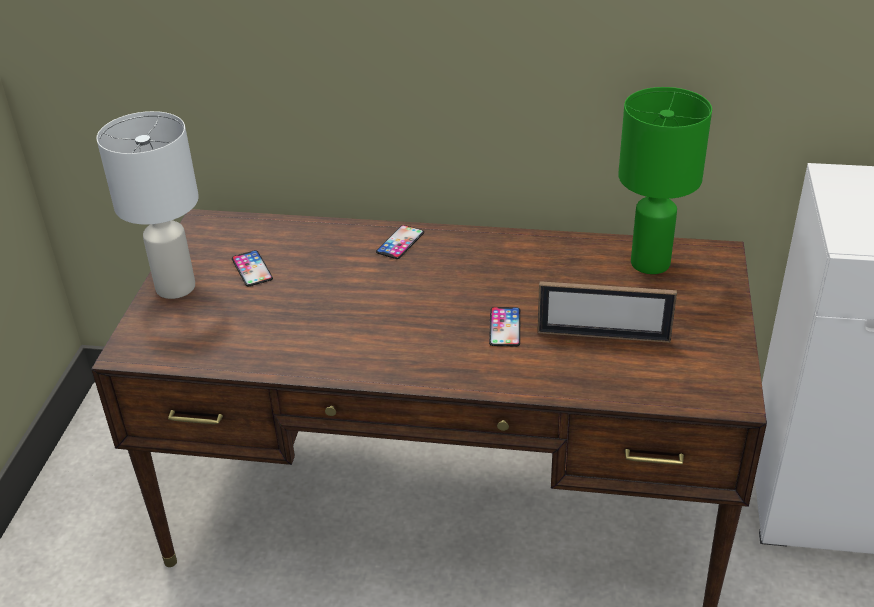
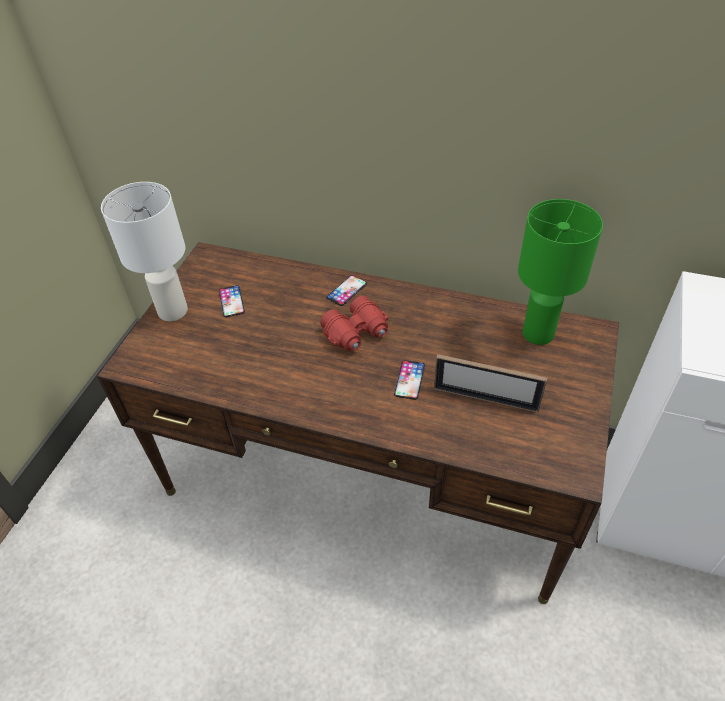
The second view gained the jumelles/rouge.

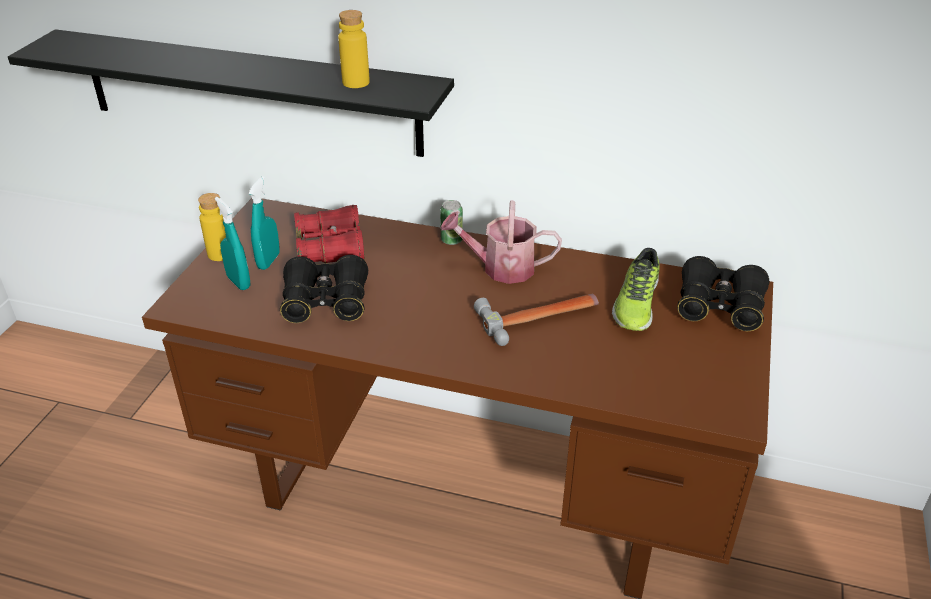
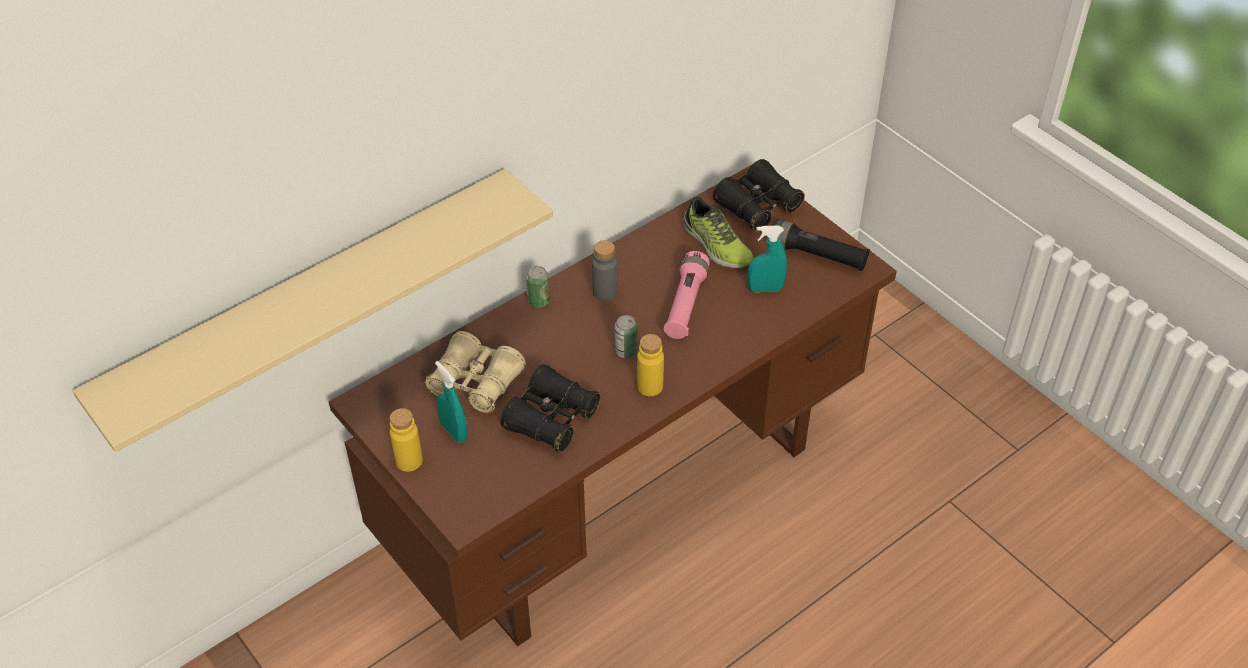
What was the étagère/noir turned into the étagère/beige.
What was the jumelles/rouge turned into the jumelles/beige.
Where the arrosoir stood, the bouteille/gris came to stand.
The second view gained the boîte métallique (2nd from left).
The bouteille/jaune (2nd from left) ended up elsewhere.
Where the marteau stood, the lampe de poche/rose came to stand.
The vaporisateur/turquoise (1st from left in the first image) ended up elsewhere.
The second view gained the lampe de poche/noir.

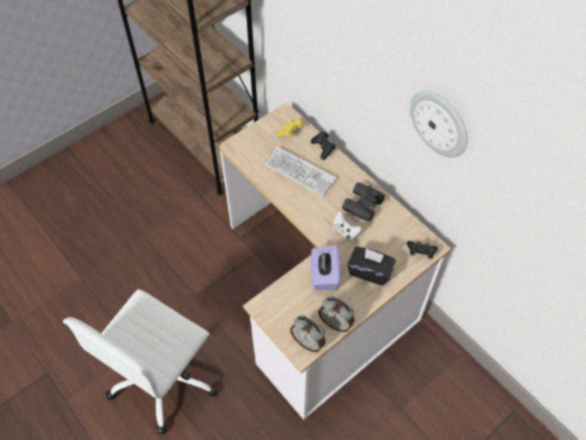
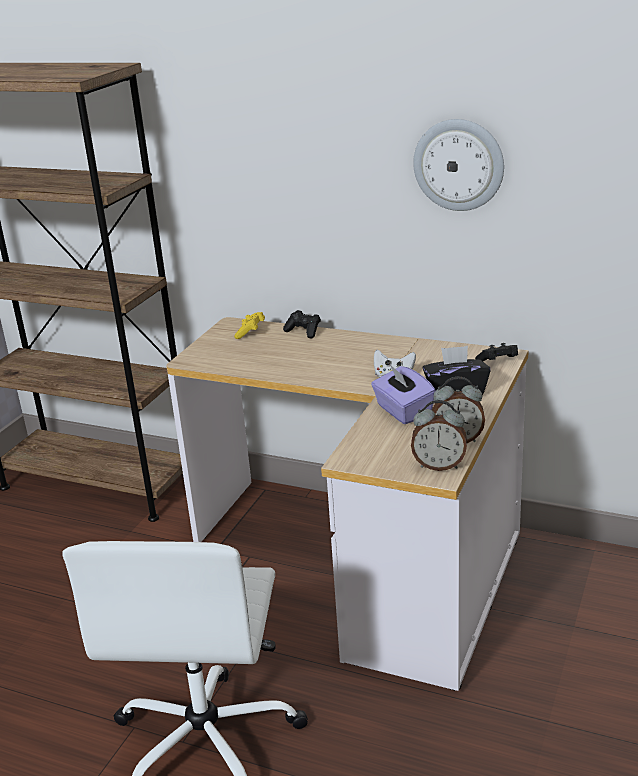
The second view lost the clavier.
The second view lost the jumelles/noir.

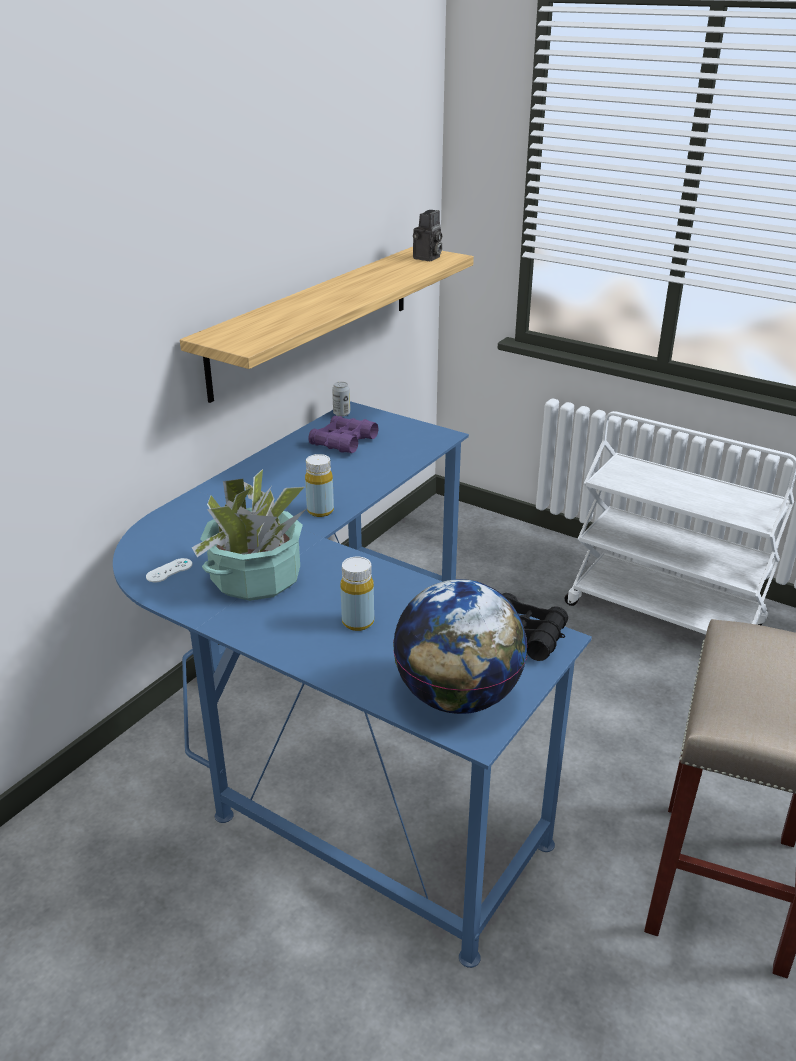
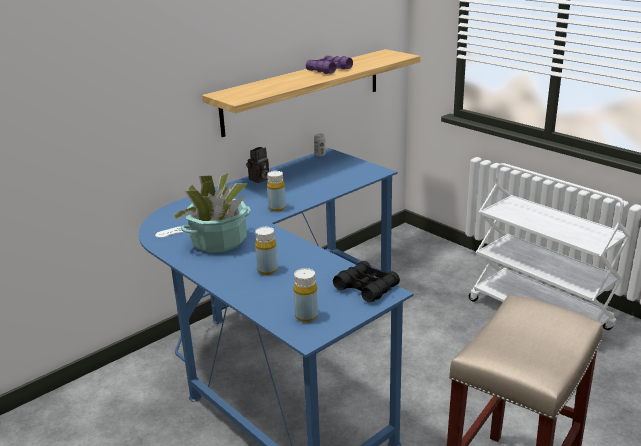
The appareil photo ended up elsewhere.
Where the globe stood, the bouteille/jaune (3rd from left) came to stand.
The jumelles/violet ended up elsewhere.

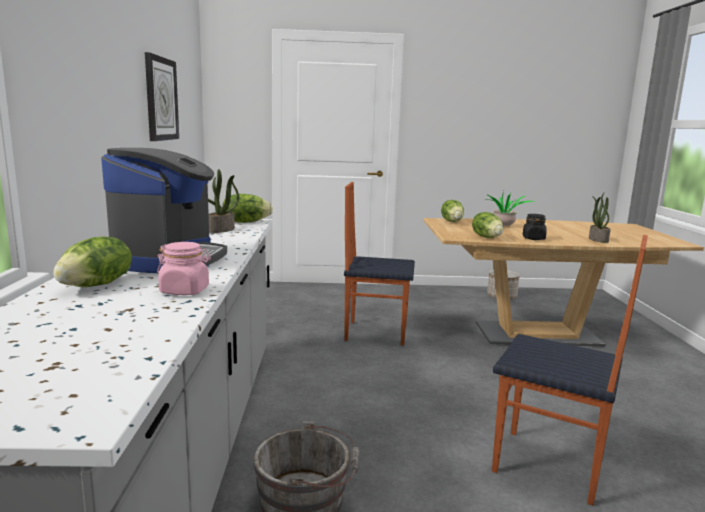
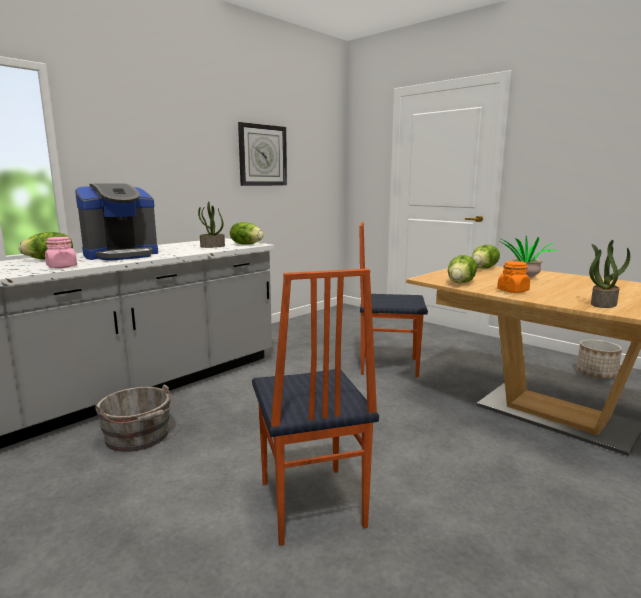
The chaise (1st from left in the first image) ended up facing another way, 45 degrees counterclockwise from before.
What was the bocal/noir turned into the bocal/orange.

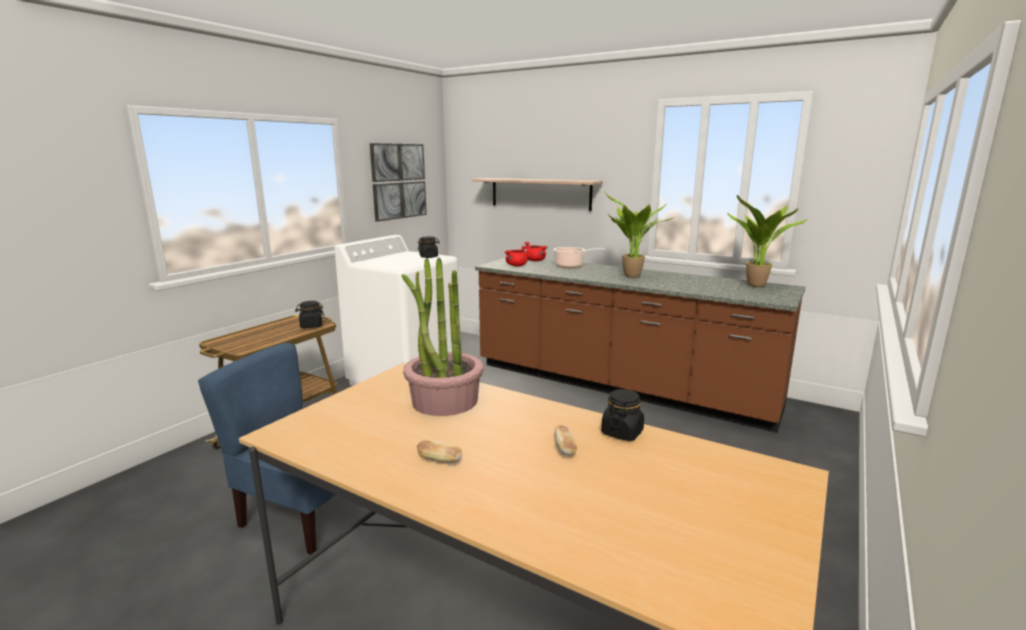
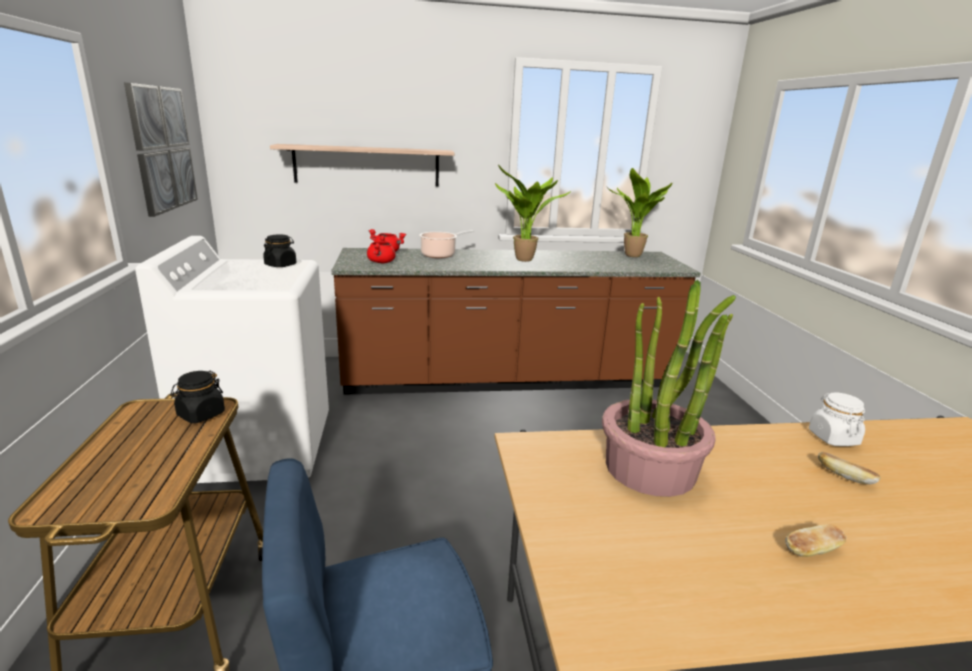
What was the bocal/noir (3rd from left) turned into the bocal/blanc.

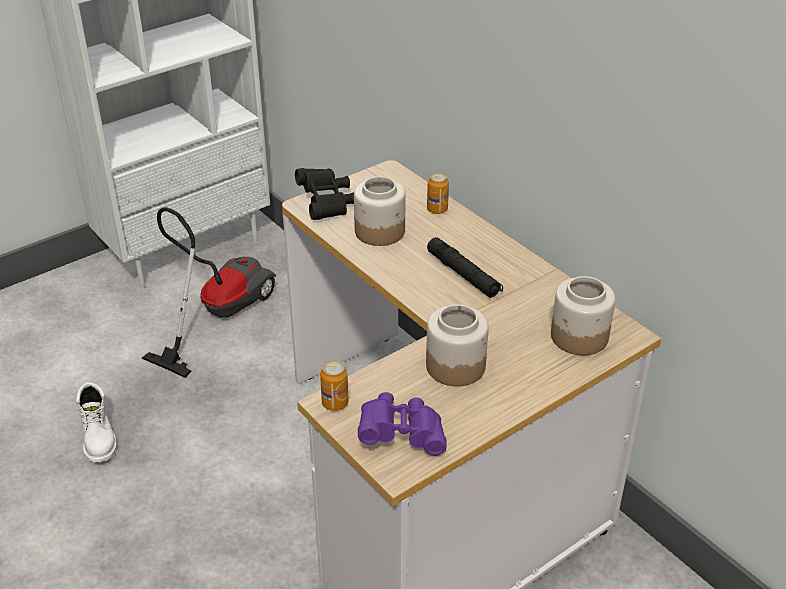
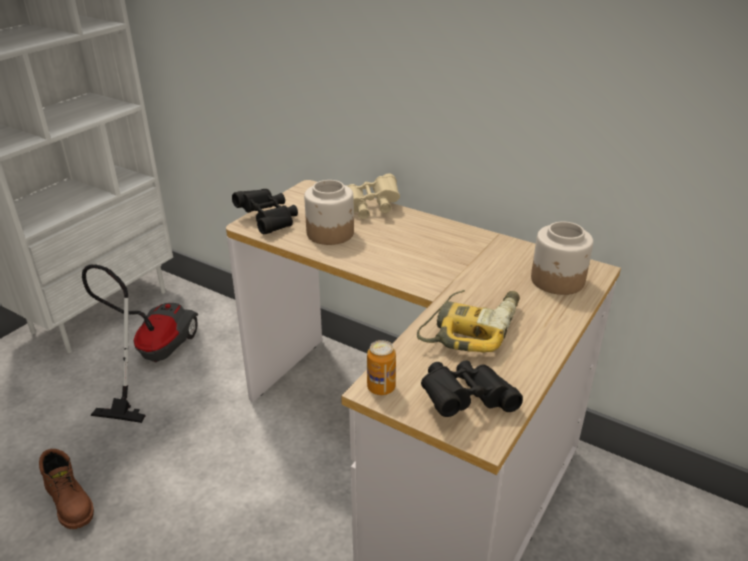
What was the botte/blanc turned into the botte/marron.
Where the boîte métallique (2nd from left) stood, the jumelles/beige came to stand.
Where the bocal (2nd from left) stood, the perceuse came to stand.
What was the jumelles/violet turned into the jumelles/noir (2nd from left).
The second view lost the lampe de poche/noir.

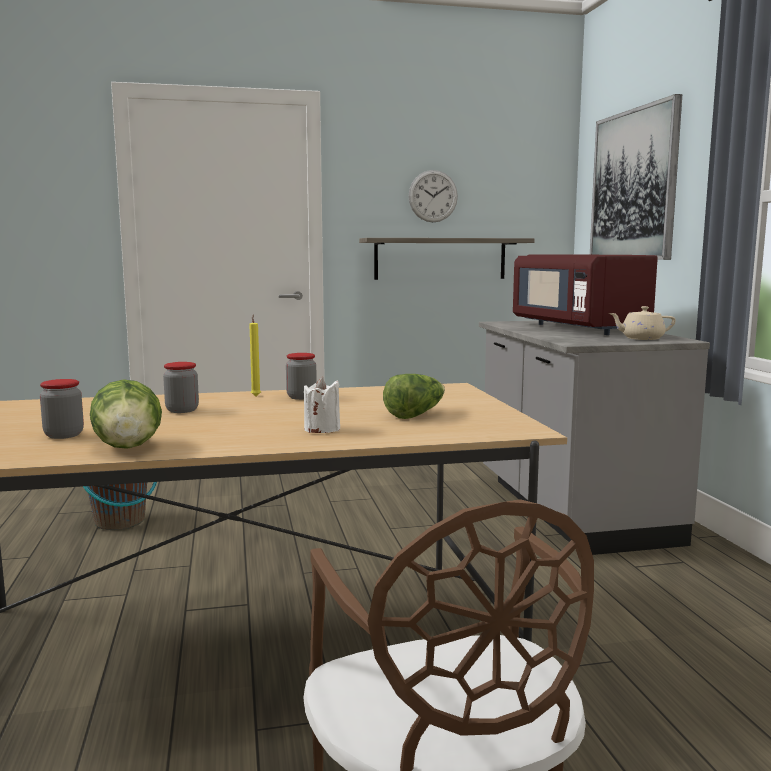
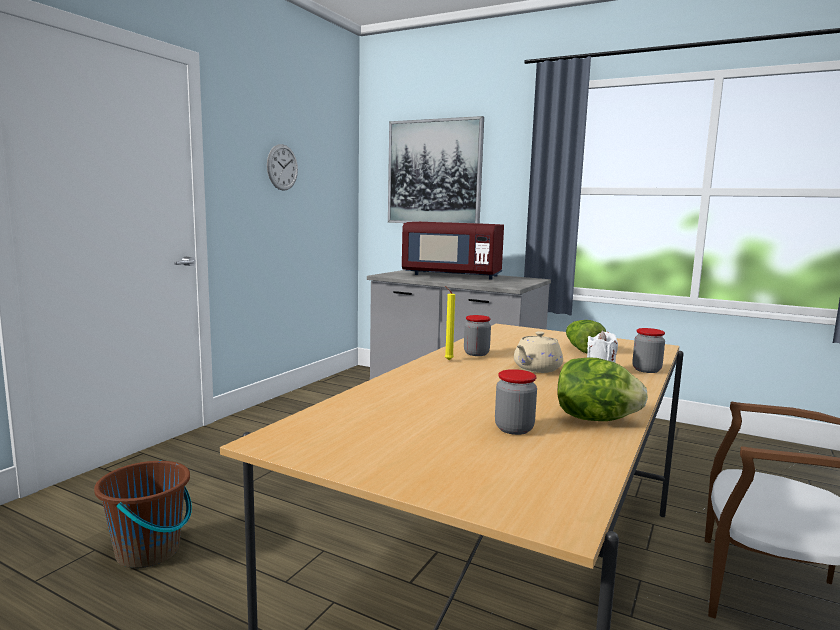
The théière/beige ended up elsewhere.
The bocal (2nd from left in the first image) ended up elsewhere.
The second view lost the étagère.

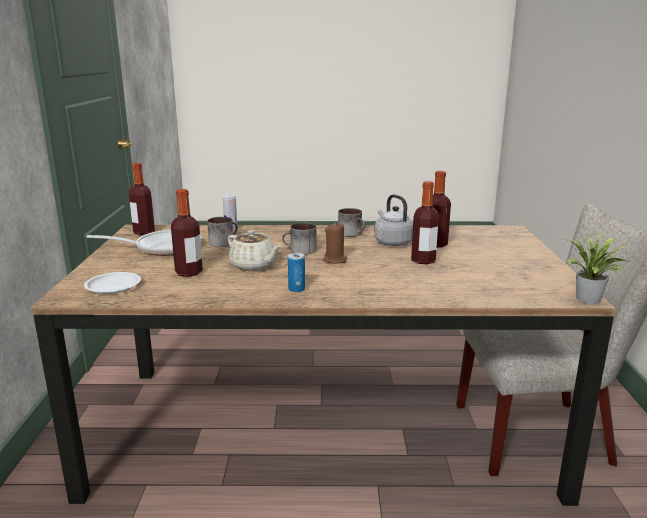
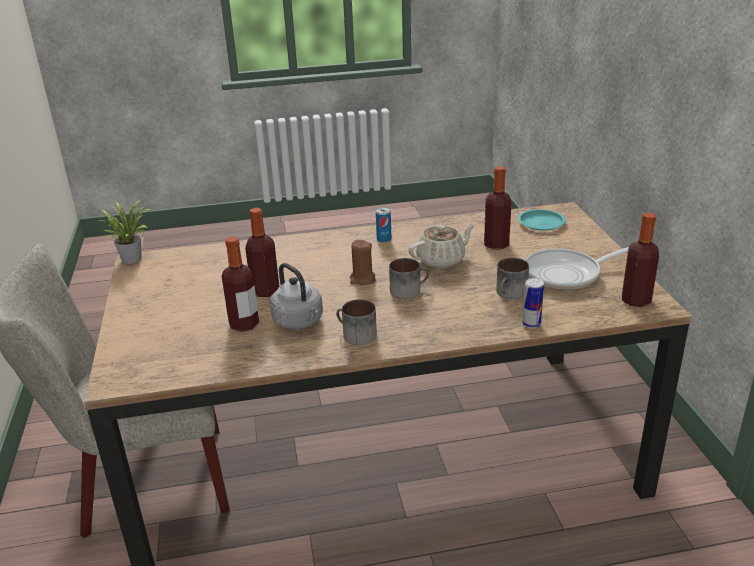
The théière/beige ended up facing another way, 120 degrees clockwise from before.
What was the assiette/blanc turned into the assiette/turquoise.

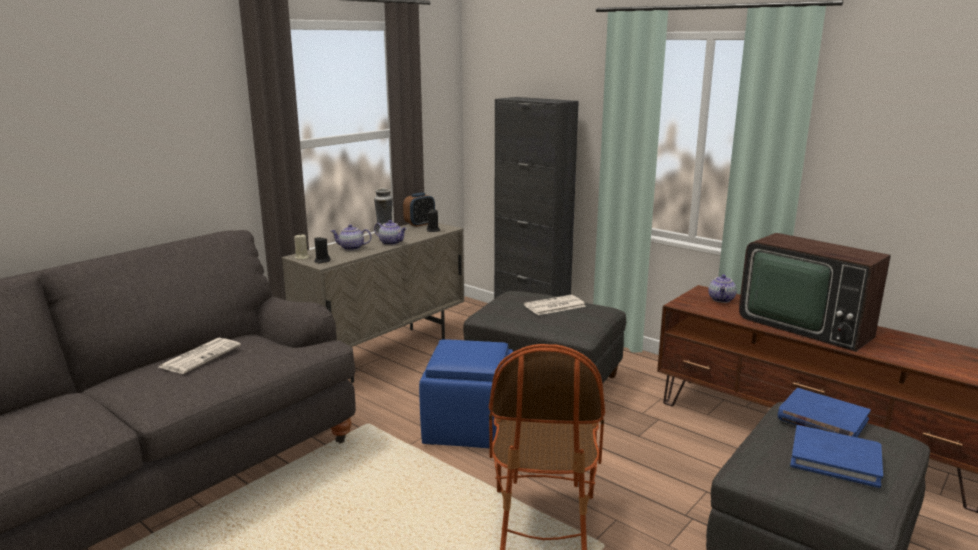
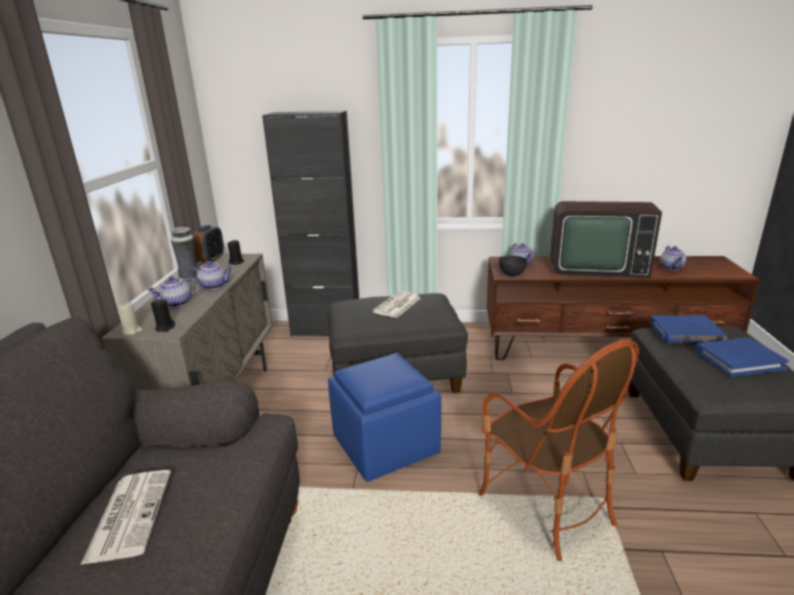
The second view gained the bol/gris.
The second view gained the théière (4th from left).

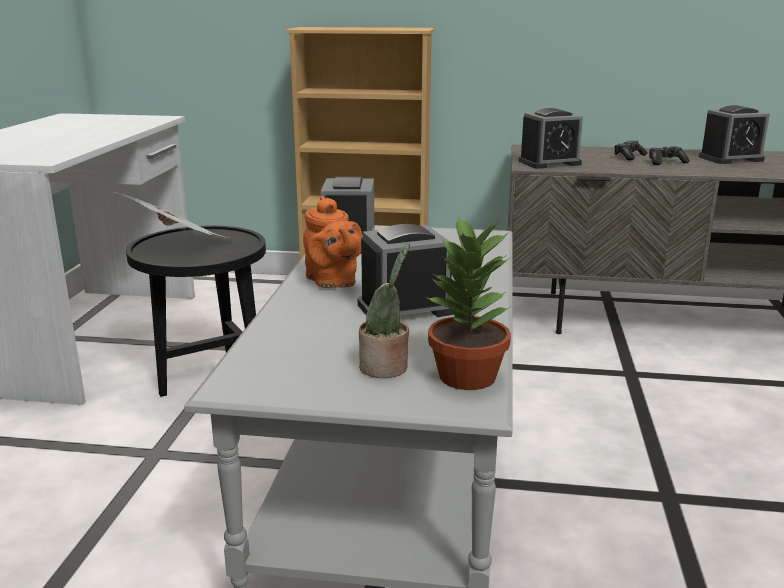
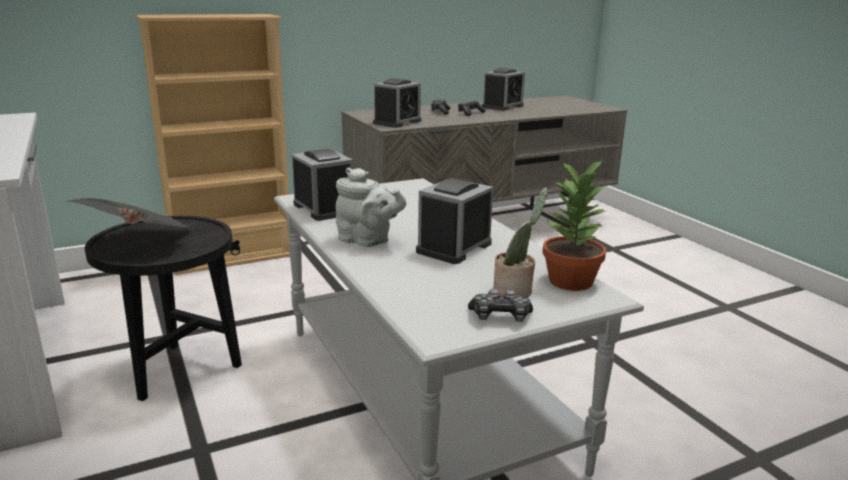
What was the théière/orange turned into the théière/gris.
The second view gained the manette (3rd from left).

